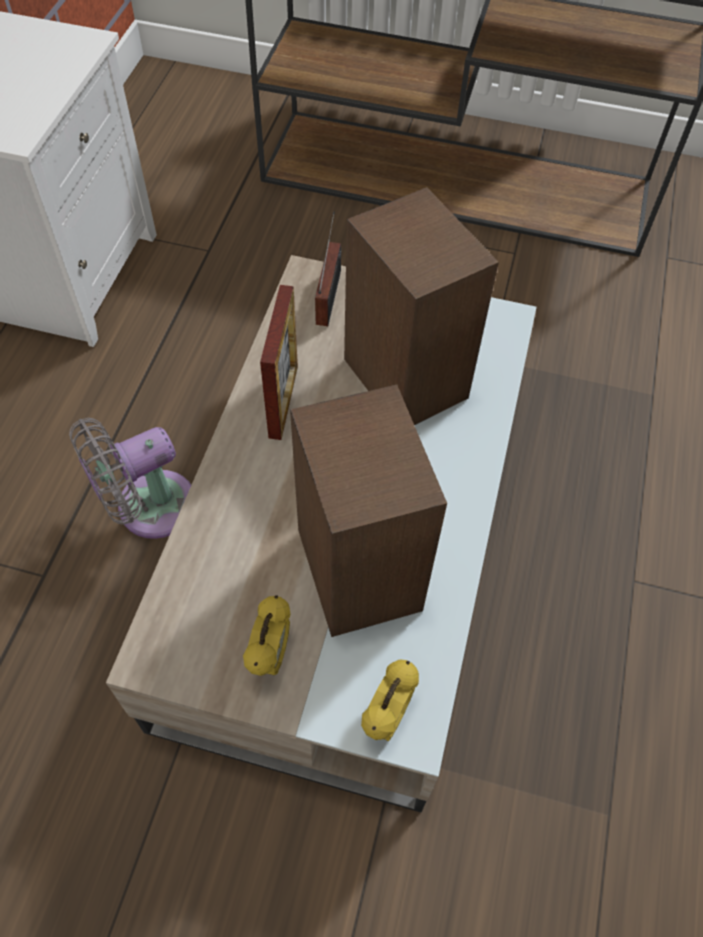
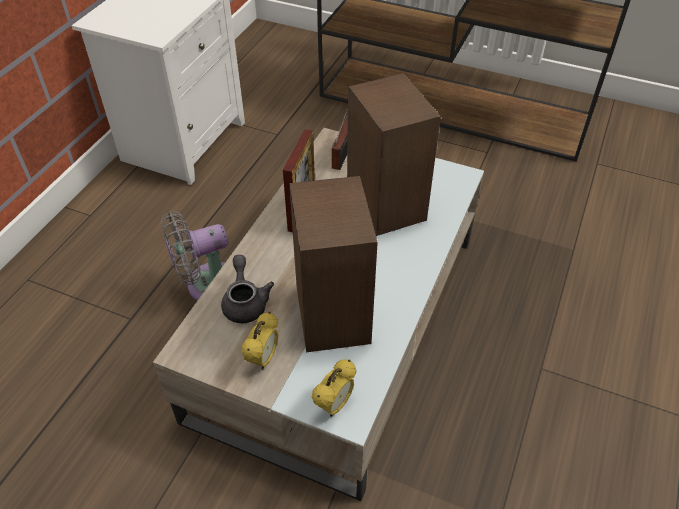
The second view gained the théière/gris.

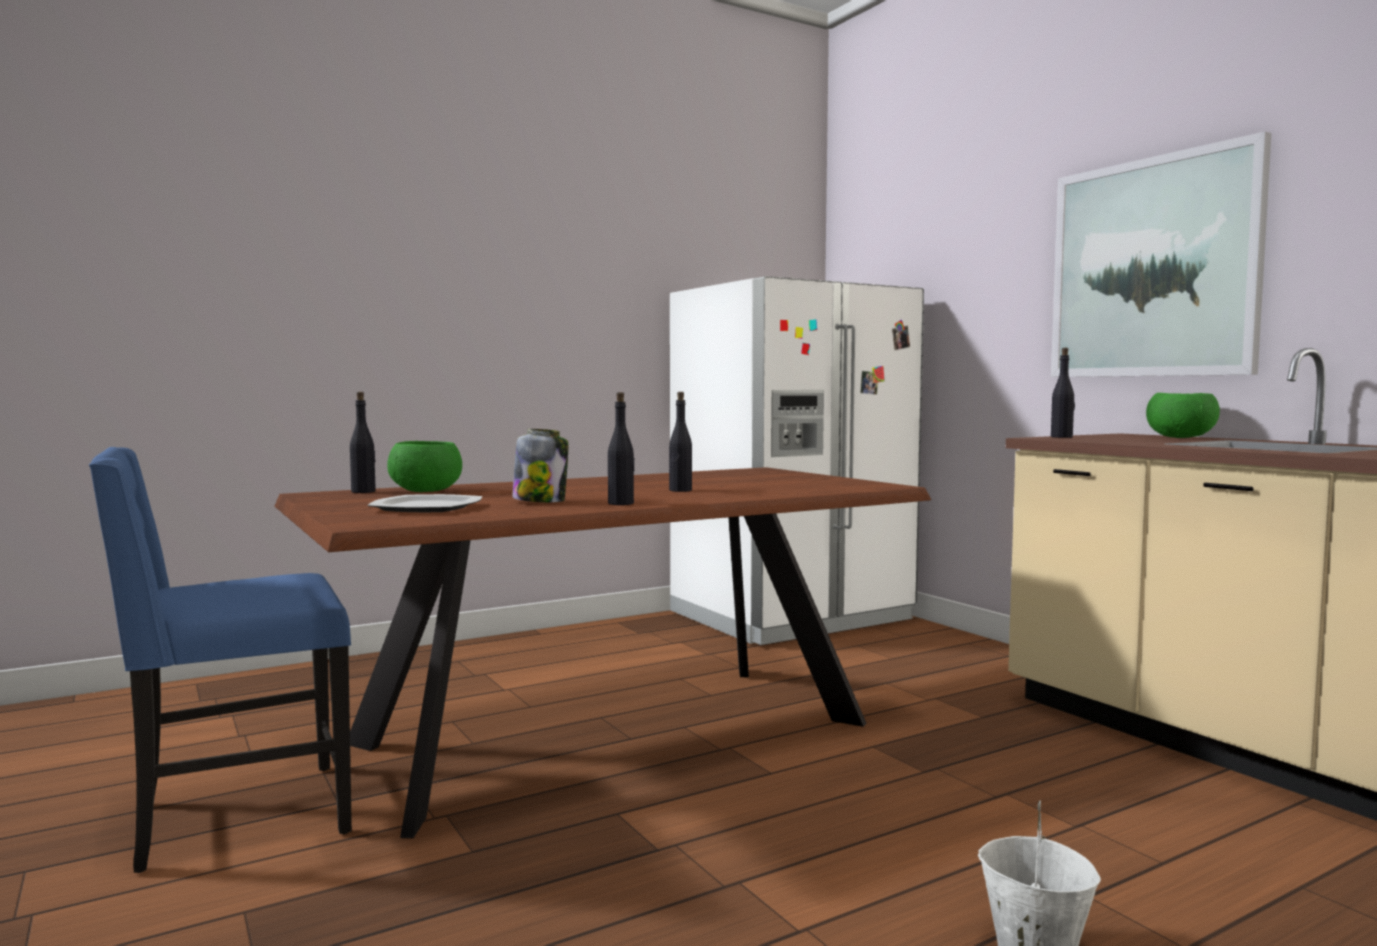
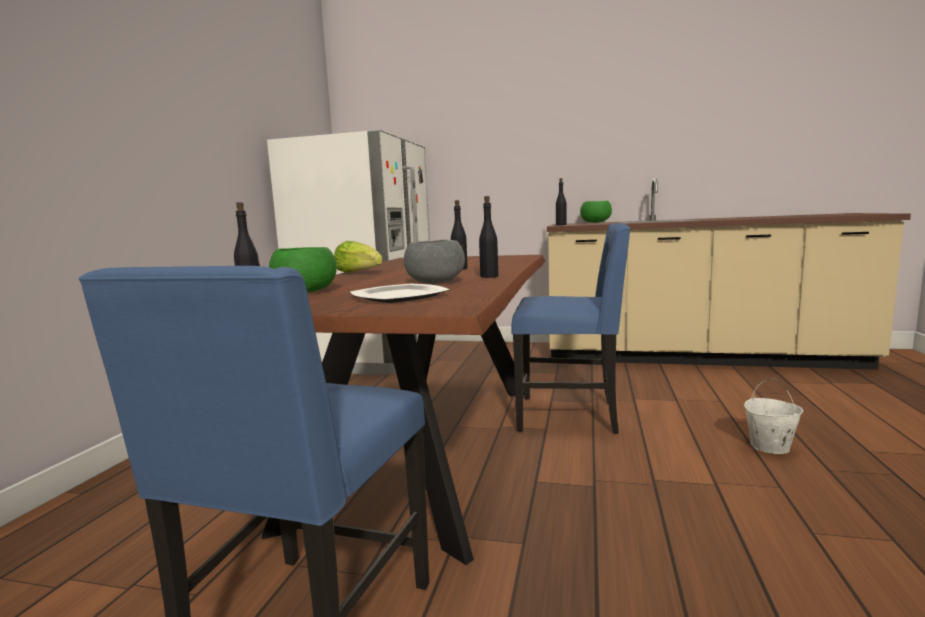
The second view gained the laitue.
Where the bocal stood, the bol/gris came to stand.
The second view gained the chaise/bleu (2nd from left).
The second view lost the tableau.

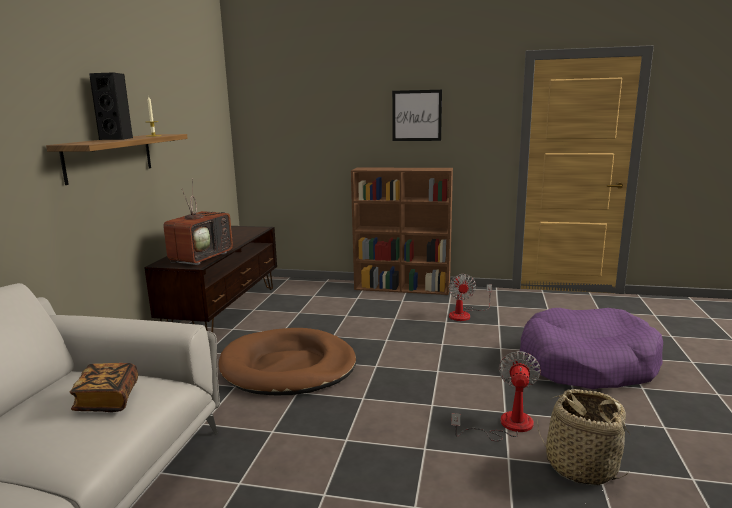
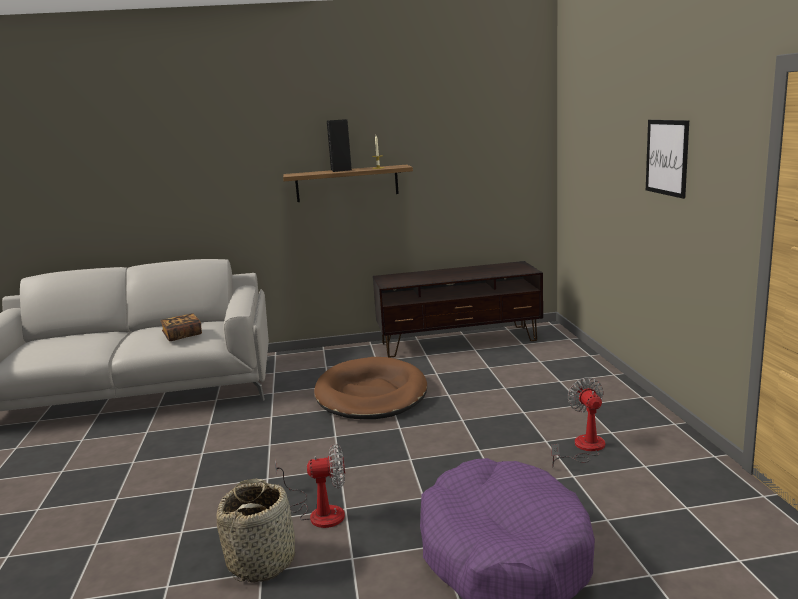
The ventilateur (1st from left in the first image) ended up facing another way, 105 degrees clockwise from before.
The second view lost the téléviseur.
The second view lost the bibliothèque/marron.

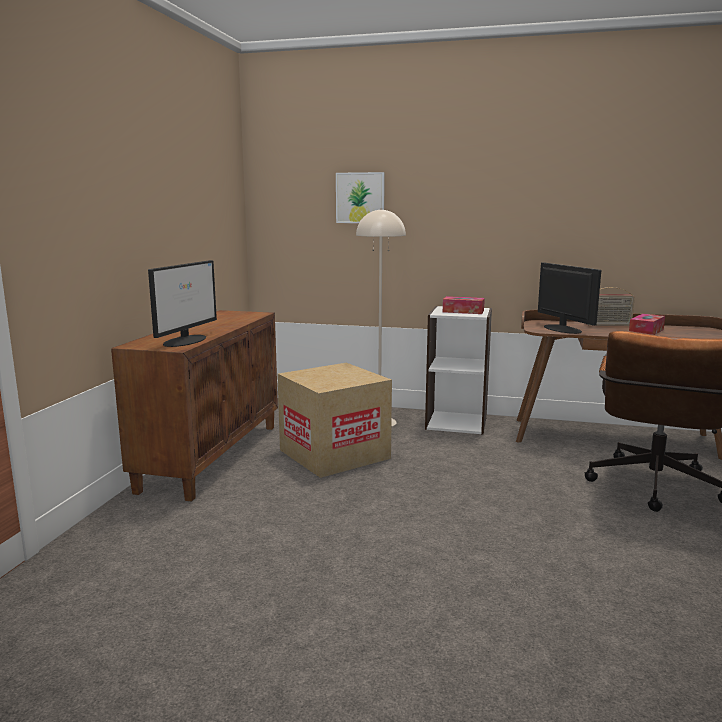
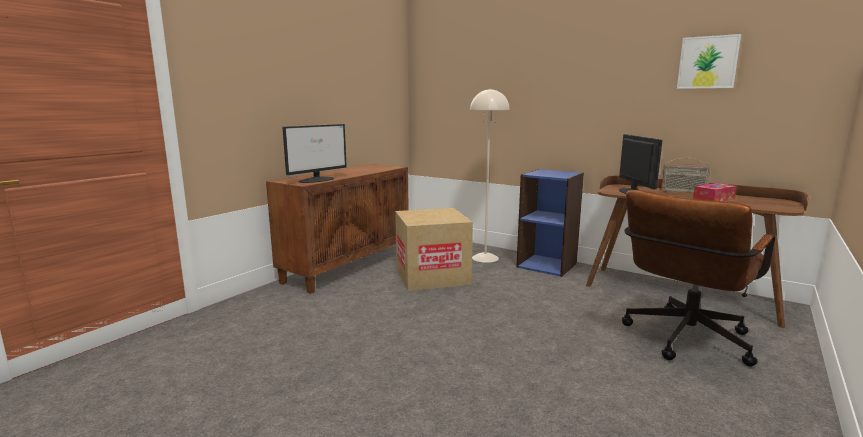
What was the bibliothèque/blanc turned into the bibliothèque/bleu.
The tableau ended up elsewhere.
The second view lost the boîte à mouchoirs (1st from left).

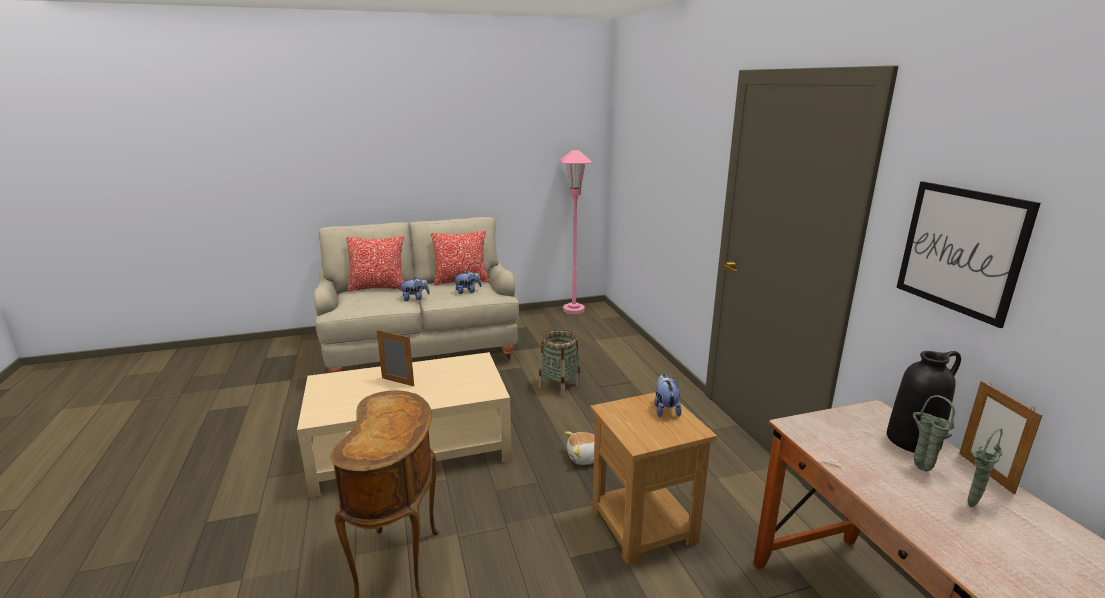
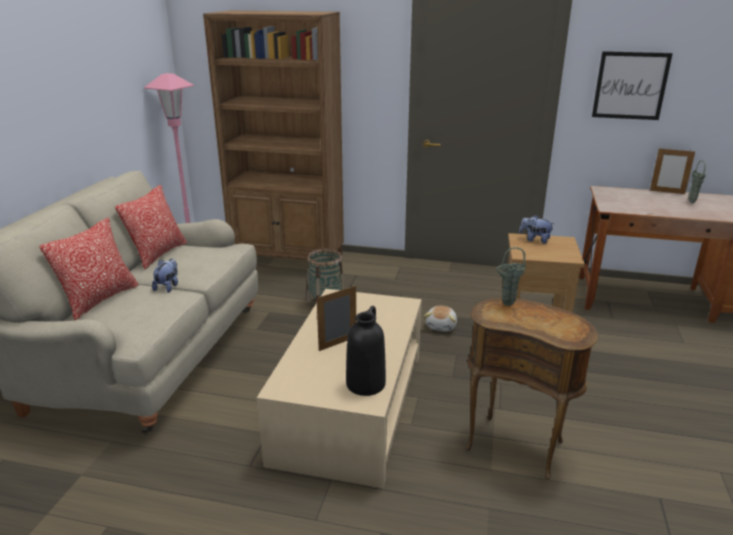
The second view gained the bibliothèque/marron.
The vase/noir ended up elsewhere.
The vase/vert (1st from left) ended up elsewhere.
The second view lost the peluche (2nd from left).

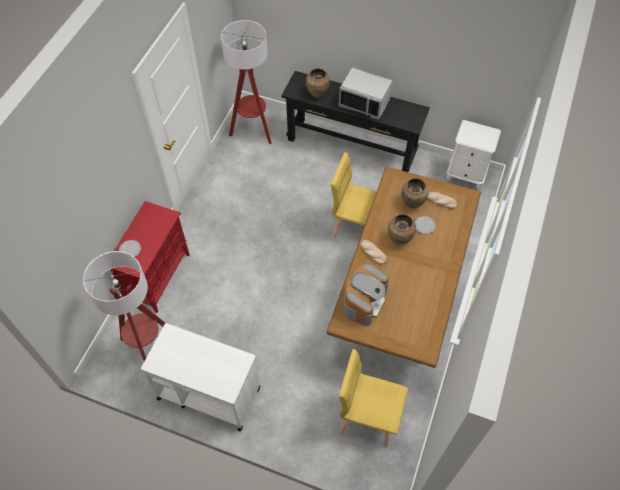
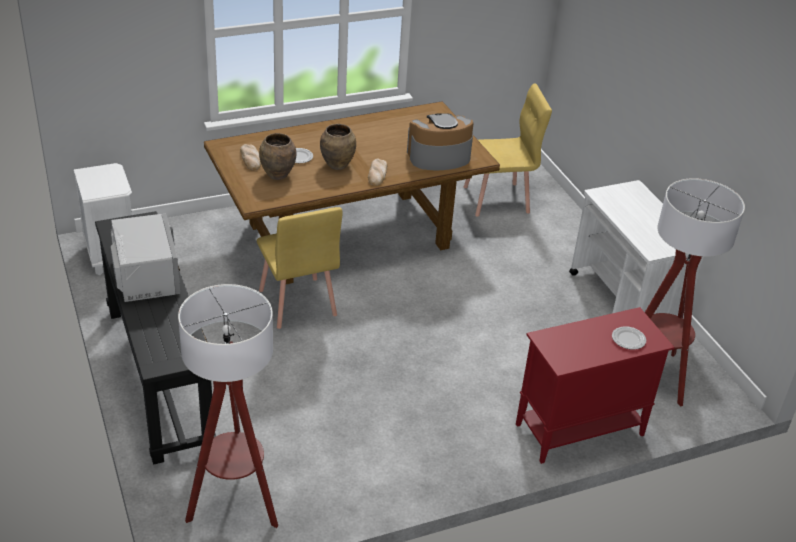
The chaise/jaune (2nd from left) ended up facing another way, 75 degrees counterclockwise from before.
The second view lost the vase/marron (1st from left).

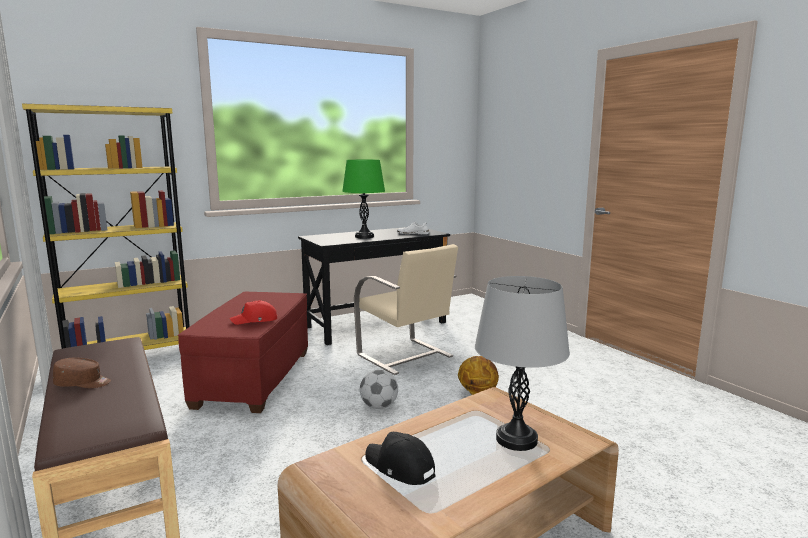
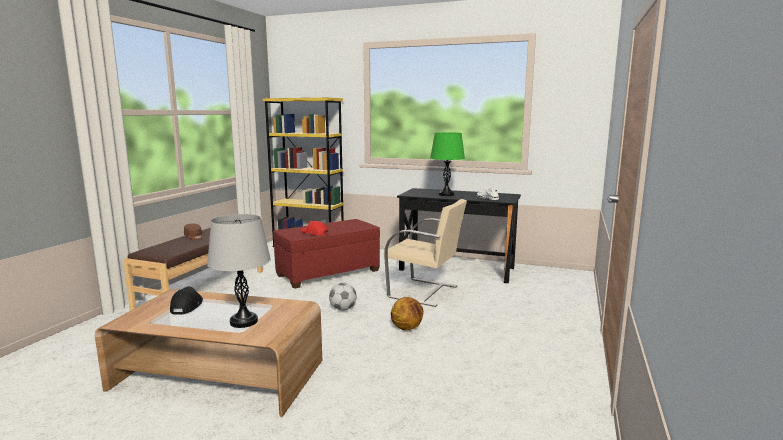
The chaise/beige ended up facing another way, 75 degrees counterclockwise from before.

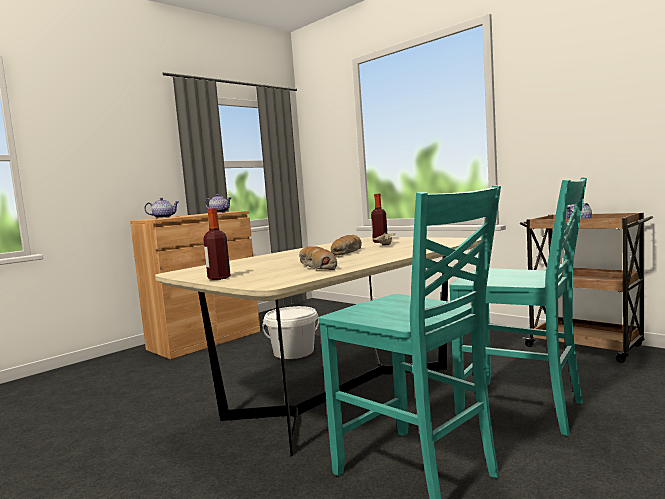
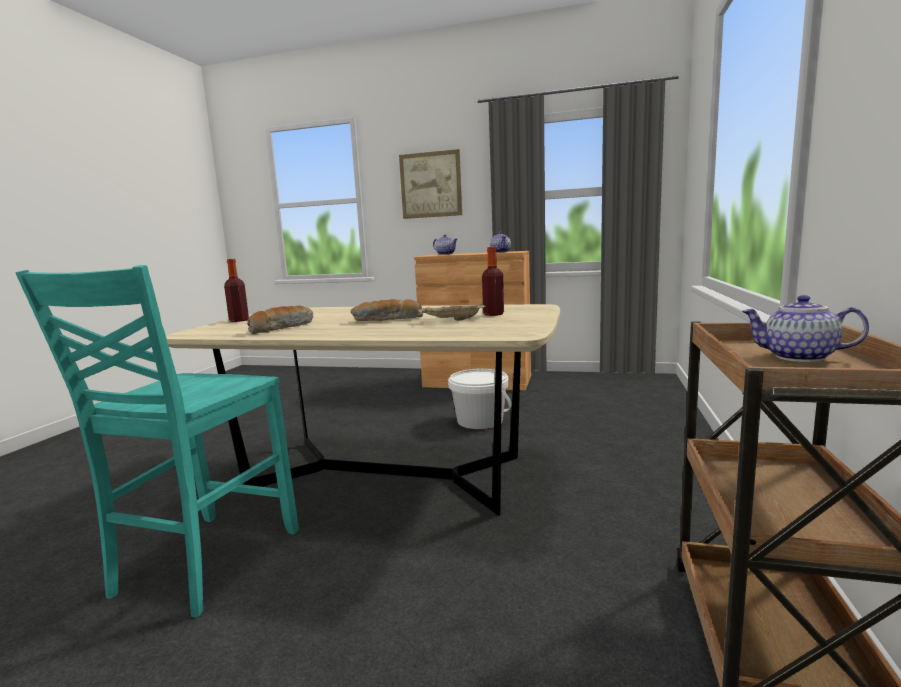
The second view gained the tableau.
The second view lost the chaise/turquoise (2nd from left).

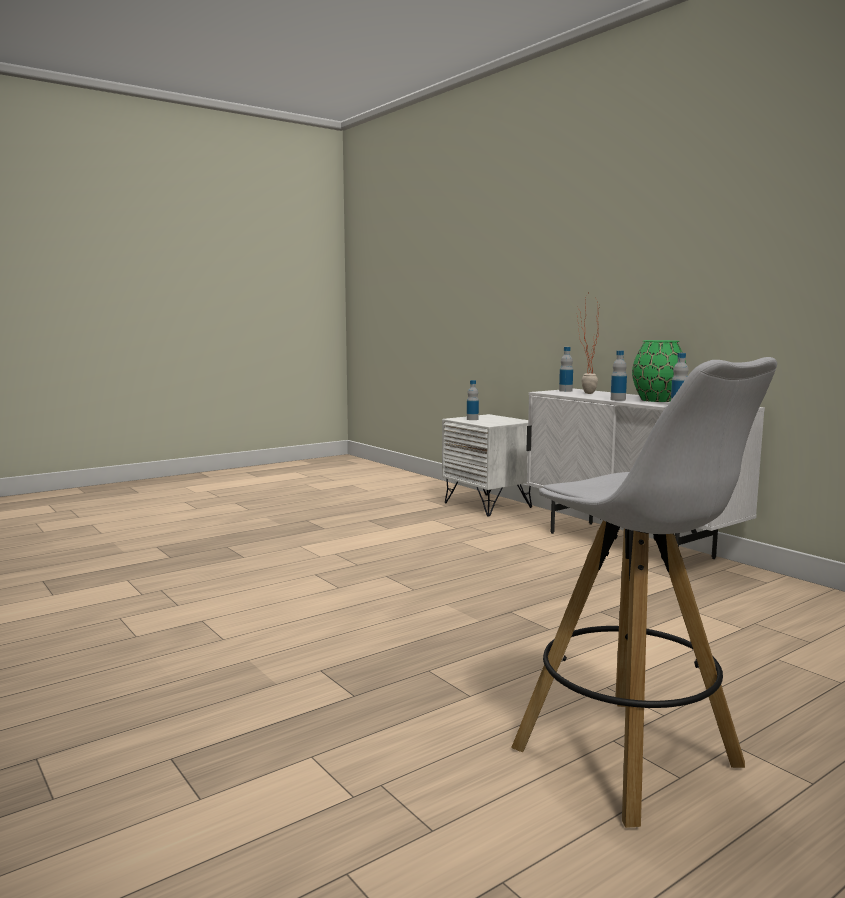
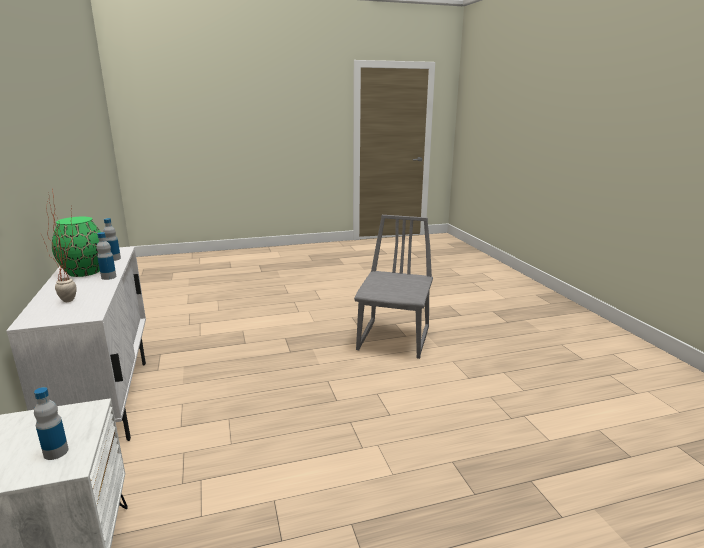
The second view gained the chaise/gris.
The second view lost the tabouret/blanc.
The second view lost the bouteille (2nd from left).

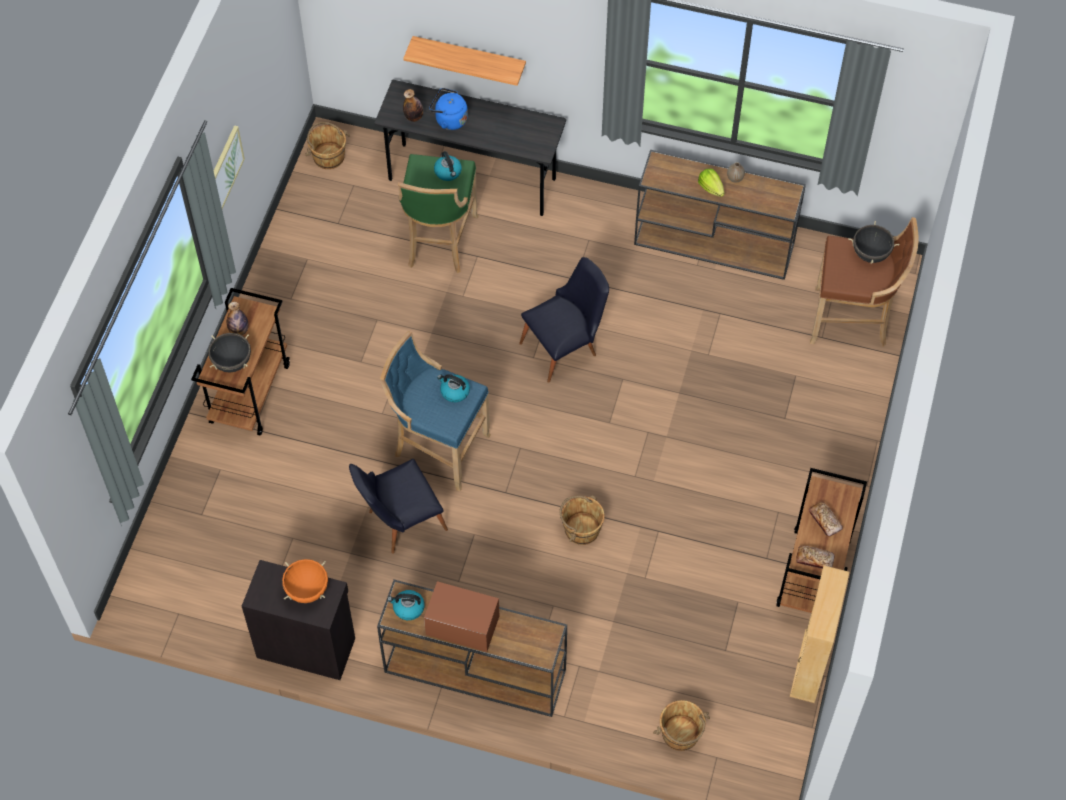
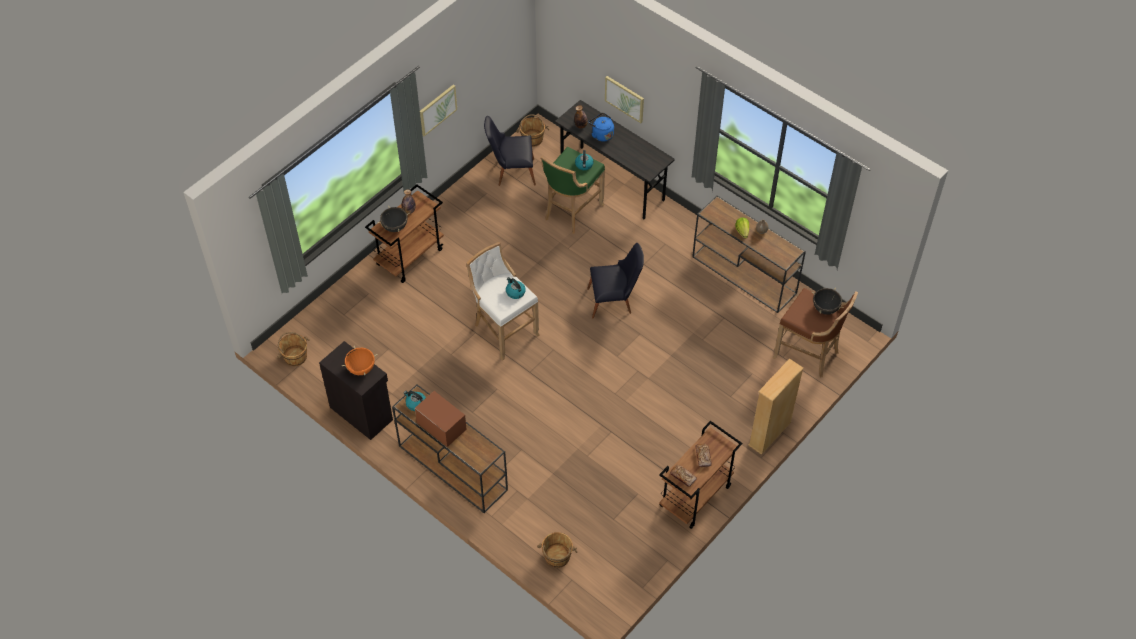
The seau/marron (2nd from left in the first image) ended up elsewhere.
What was the tabouret/bleu turned into the tabouret/blanc.
The chaise/noir (1st from left) ended up elsewhere.
Where the étagère hung, the tableau (2nd from left) came to hang.
The bibliothèque/beige ended up elsewhere.

